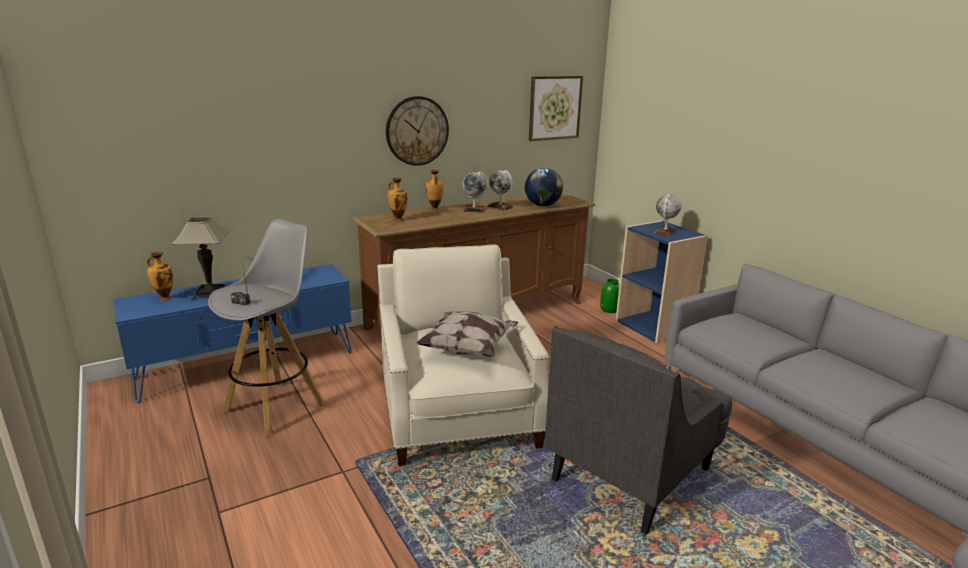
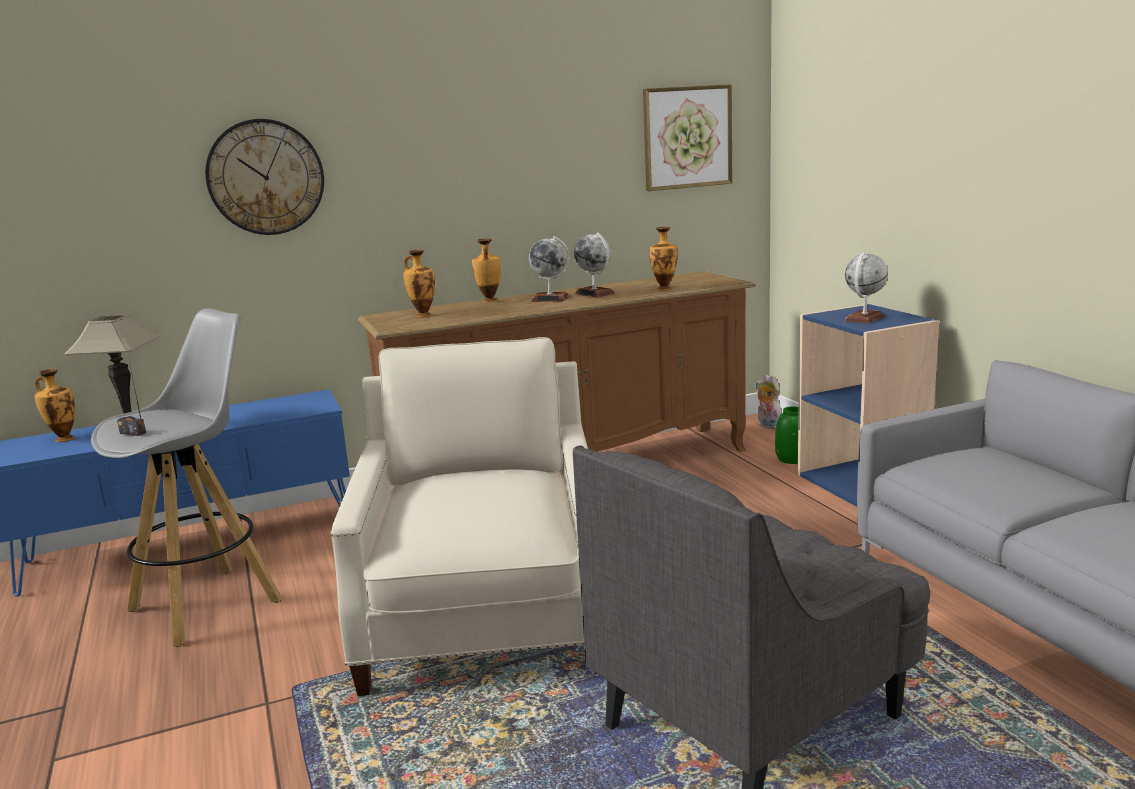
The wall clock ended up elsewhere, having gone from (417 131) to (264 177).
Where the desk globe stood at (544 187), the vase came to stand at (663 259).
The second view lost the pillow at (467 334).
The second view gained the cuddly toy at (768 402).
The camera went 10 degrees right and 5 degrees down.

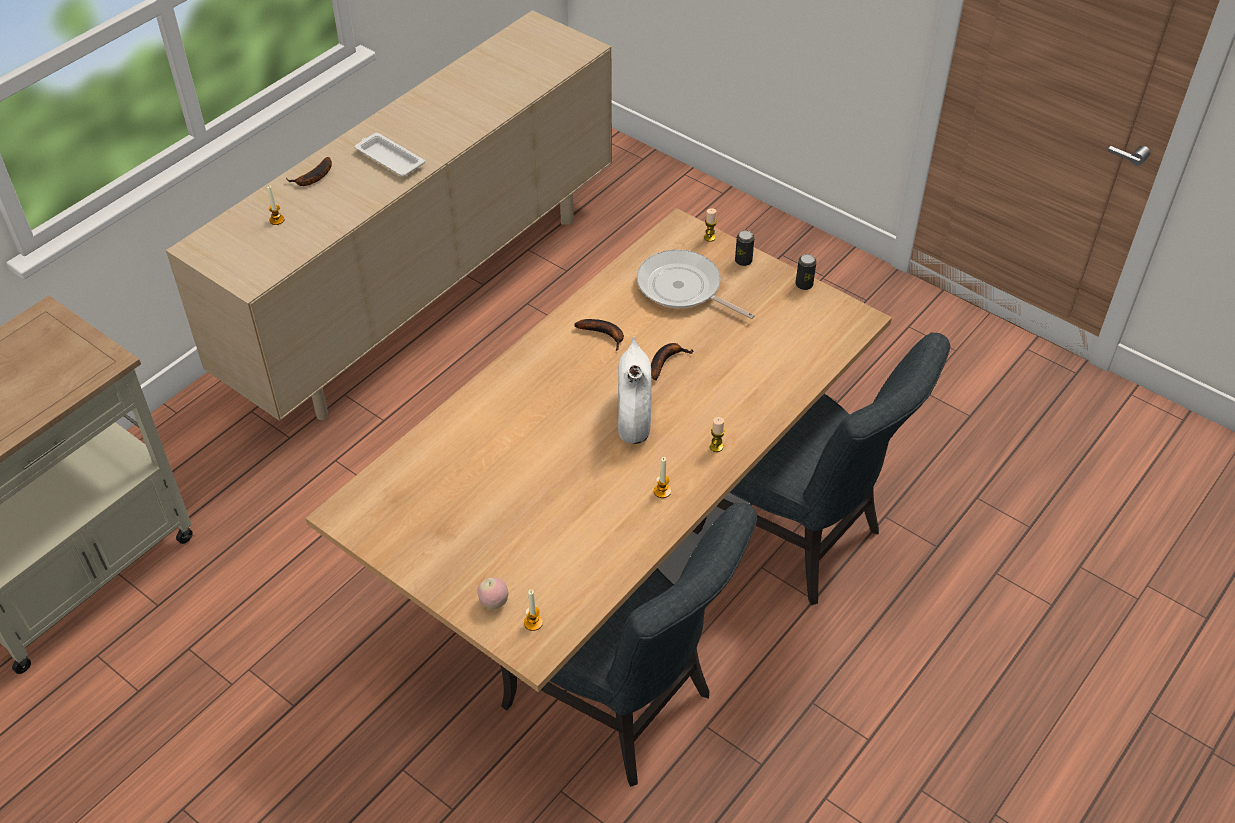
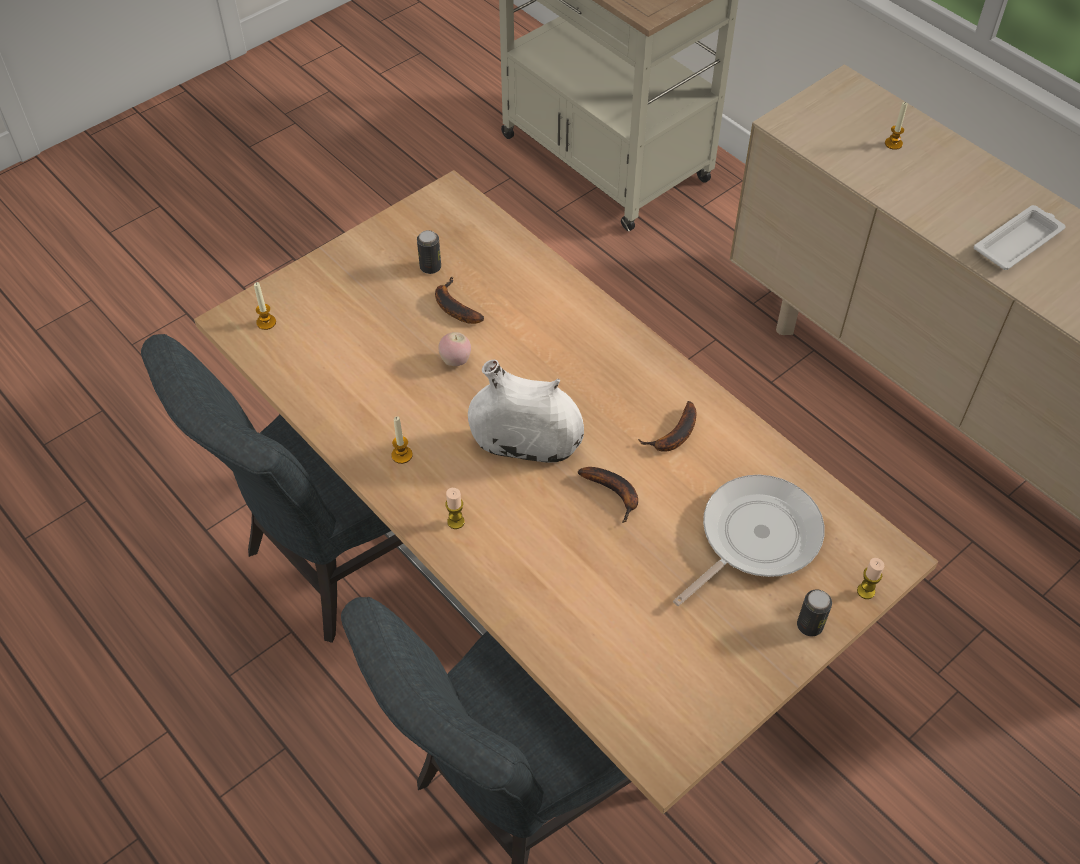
The banana ended up elsewhere, having gone from (309 171) to (459 300).
The can ended up elsewhere, having gone from (806 272) to (429 252).
The whole apple ended up elsewhere, having gone from (492 593) to (454 349).
The camera went 100 degrees right and 5 degrees up.

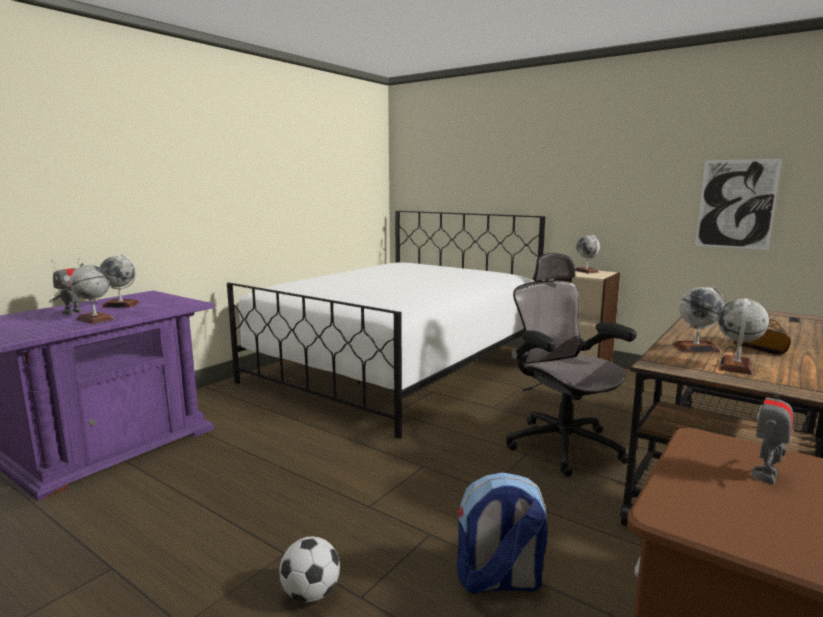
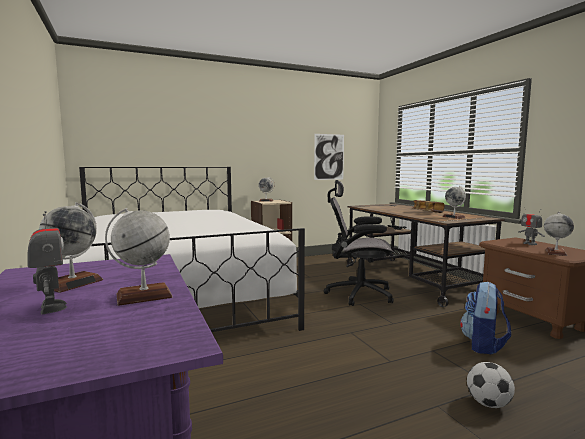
The desk globe ended up elsewhere, having gone from (698 319) to (559 234).
The camera went 60 degrees left and 5 degrees down.

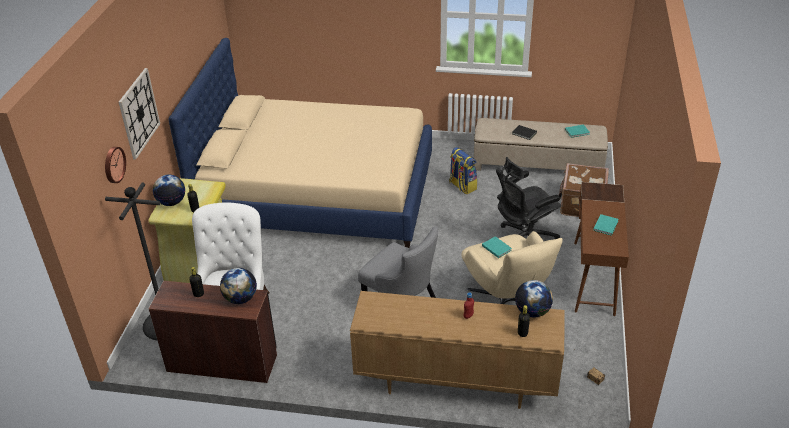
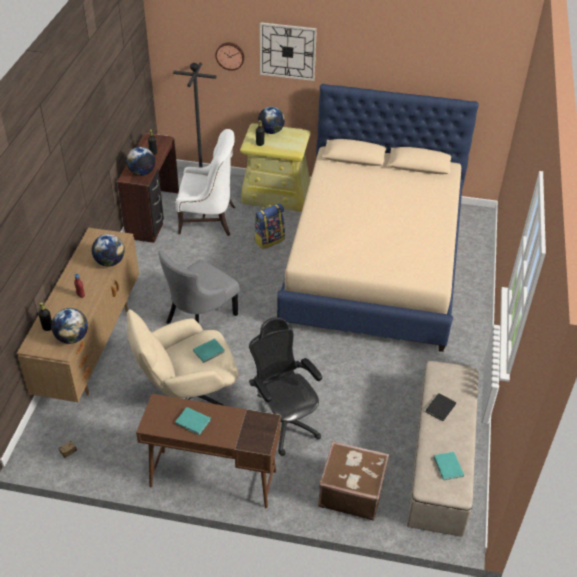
The knapsack ended up elsewhere, having gone from (463 171) to (269 226).
The second view gained the desk globe at (108 250).
The camera went 90 degrees right and 5 degrees up.

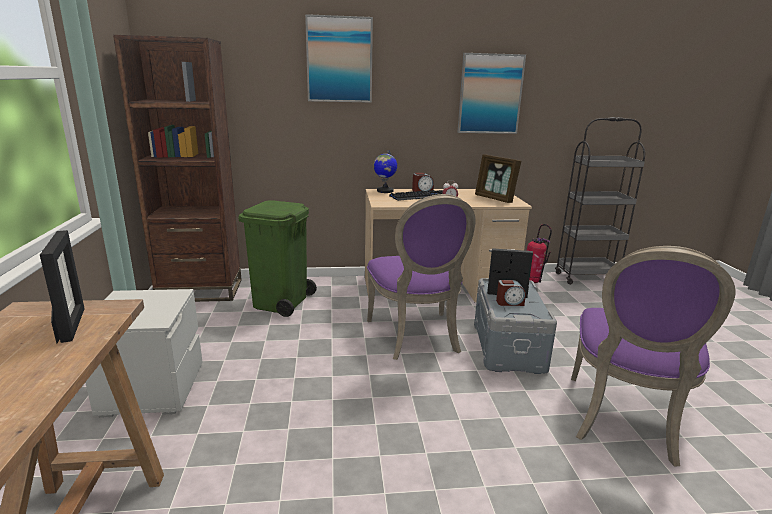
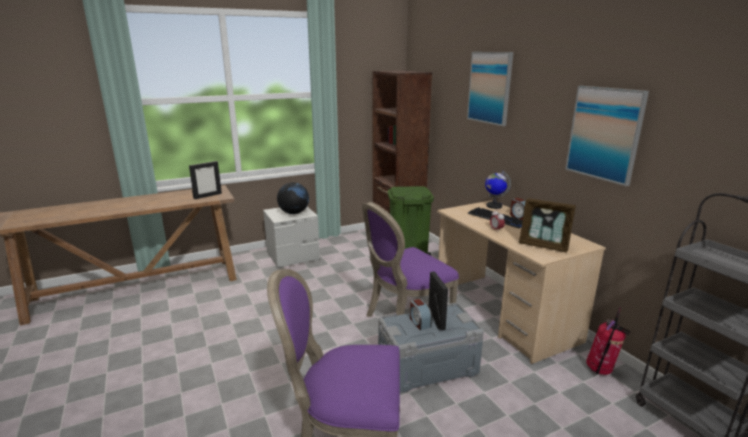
The photo frame at (498 178) ended up facing another way, 90 degrees counterclockwise from before.
The second view gained the desk globe at (293 198).
The camera went 70 degrees right and 0 degrees up.

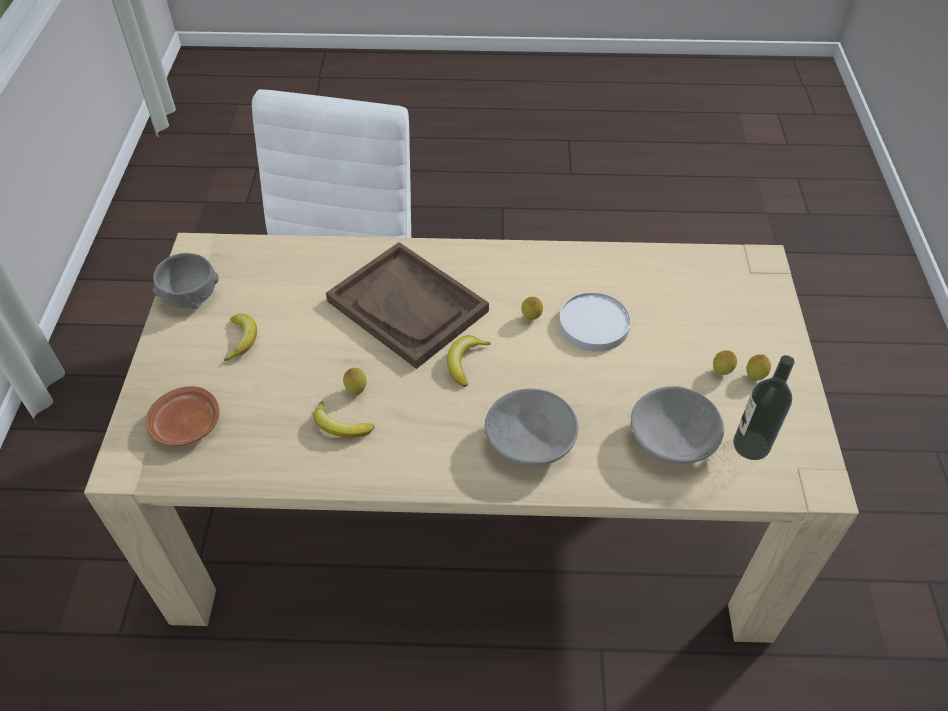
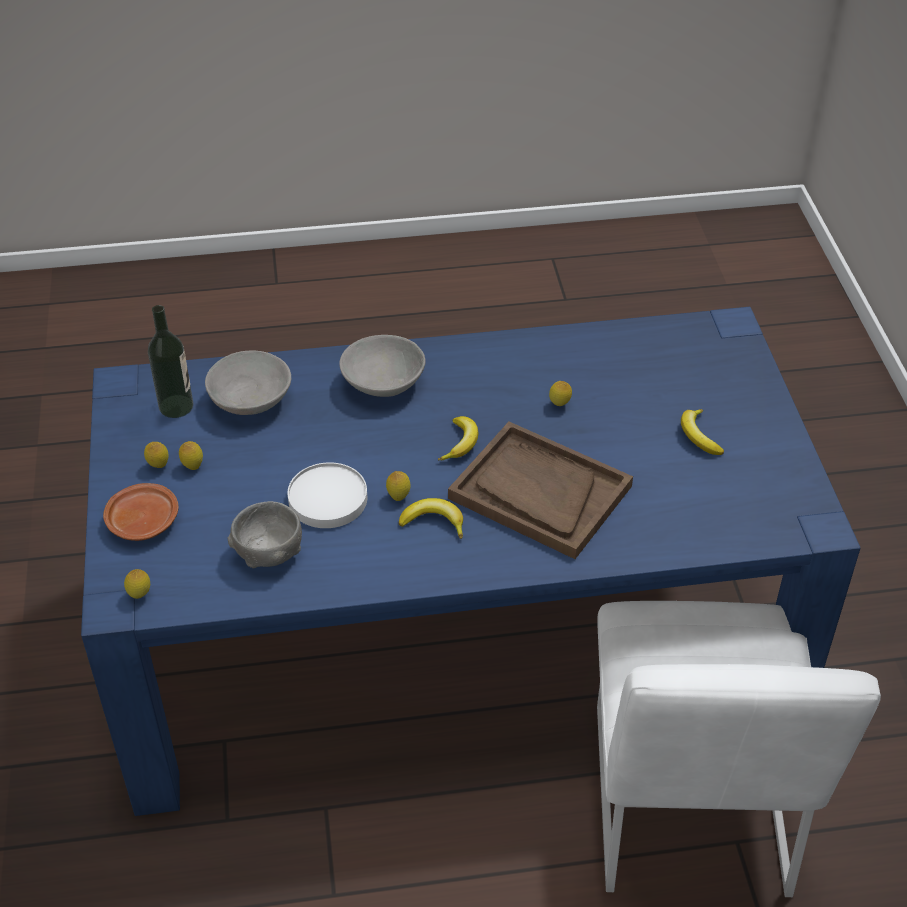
What was the beige-coloured dining table at (471 438) turned into the blue-coloured dining table at (470 561).
The greyish serving bowl ended up elsewhere, having gone from (186 281) to (265 534).
The brownish dinner plate ended up elsewhere, having gone from (182 416) to (141 512).
The banana ended up elsewhere, having gone from (344 419) to (431 518).
The second view gained the lemon at (137 584).
The camera went 170 degrees right and 5 degrees down.

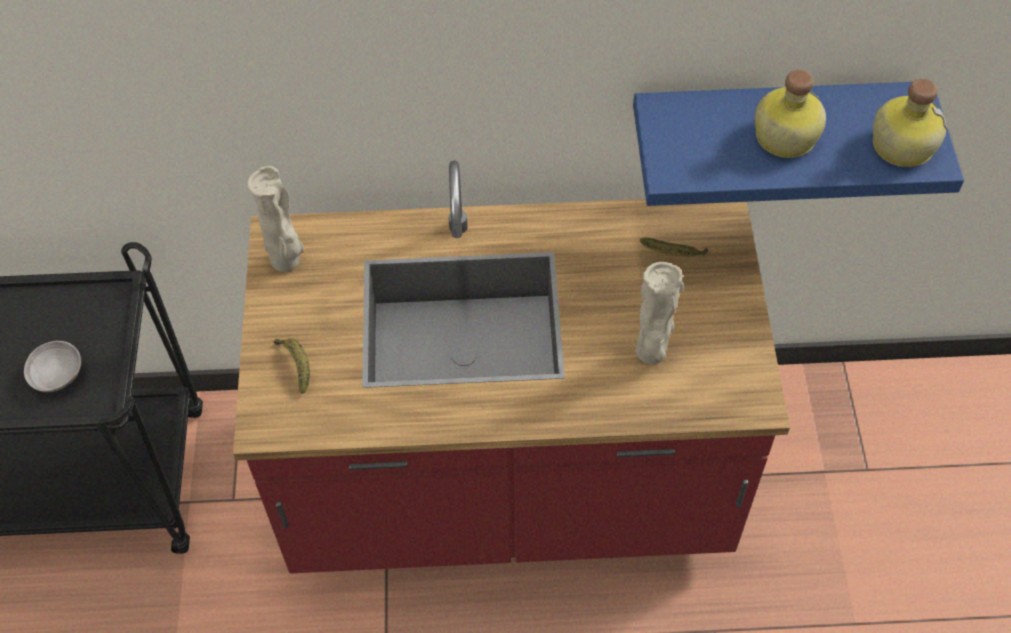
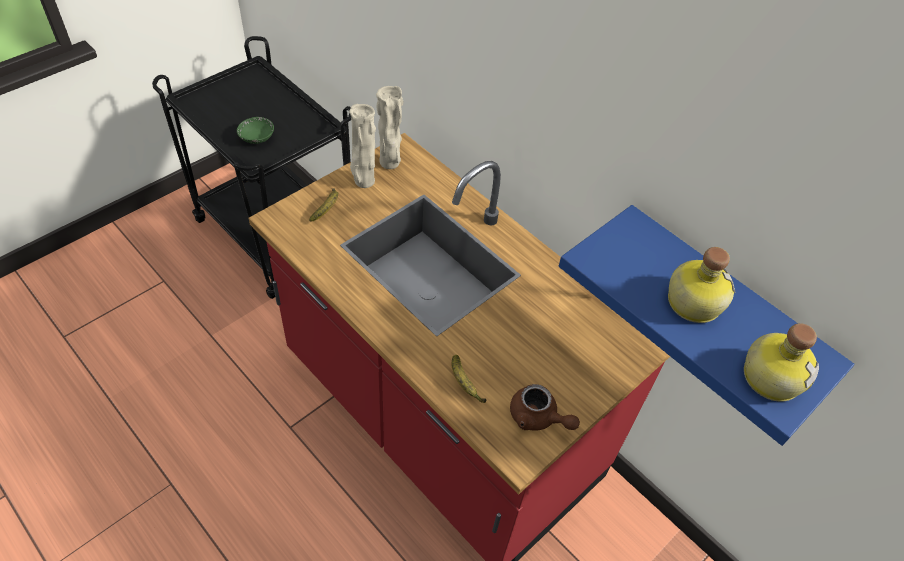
The banana ended up elsewhere, having gone from (674 247) to (469 379).
The beige-coloured vase ended up elsewhere, having gone from (660 313) to (362 146).
What was the greyish serving bowl at (52 366) turned into the green-coloured serving bowl at (255 130).
The second view gained the brownish tea pot at (545 407).
The camera went 45 degrees right and 5 degrees down.

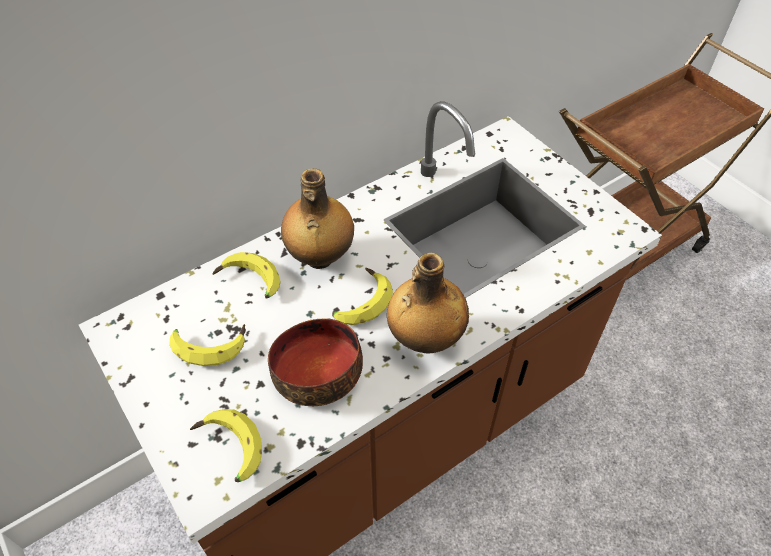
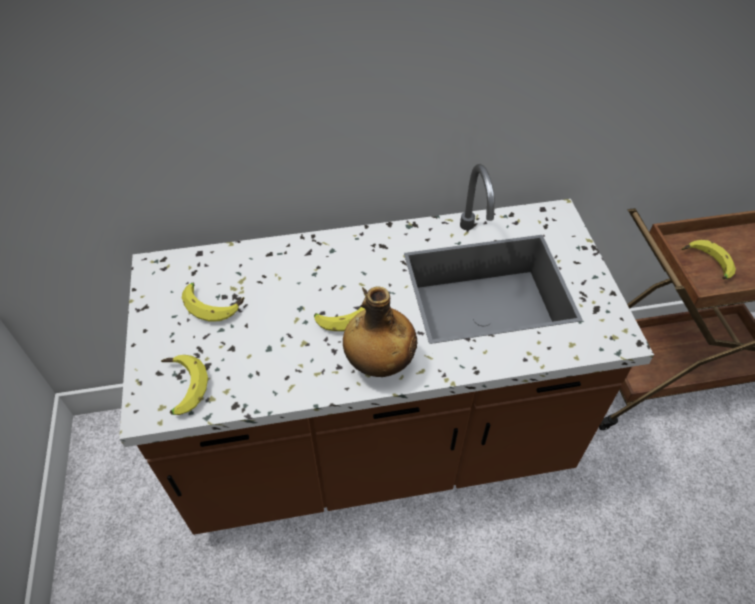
The second view lost the beverage bottle at (317 219).
The banana ended up elsewhere, having gone from (246 275) to (709 259).
The second view lost the serving bowl at (315 362).
The camera went 25 degrees right and 0 degrees up.

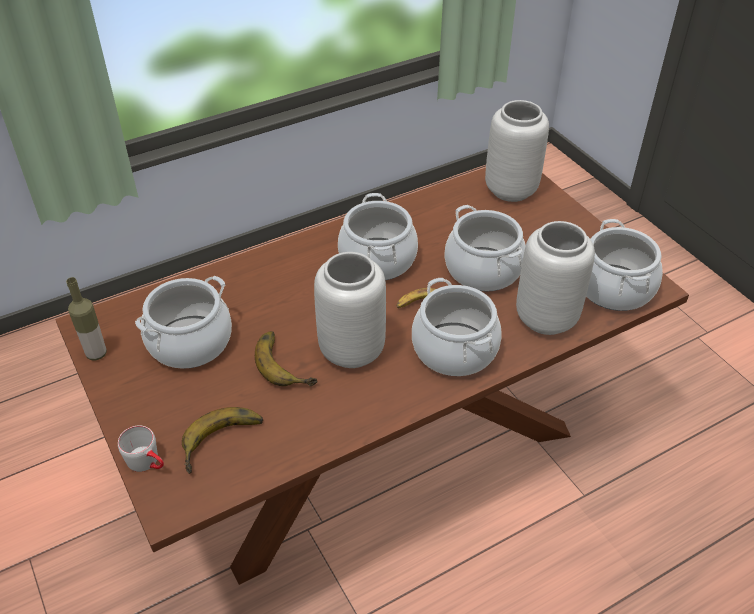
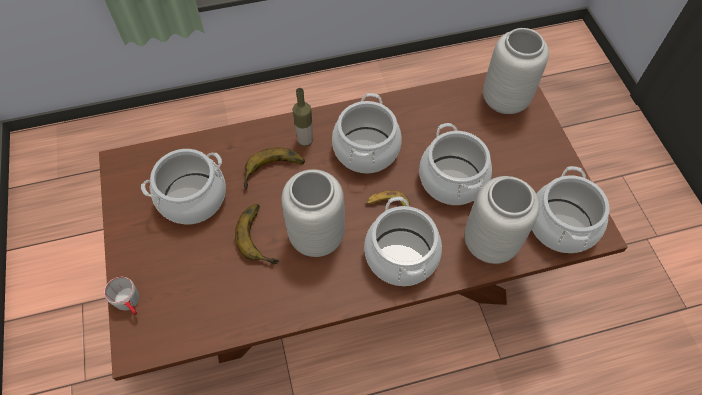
The beverage bottle ended up elsewhere, having gone from (86 319) to (302 117).
The banana ended up elsewhere, having gone from (222 440) to (274 168).
The camera went 15 degrees right and 15 degrees up.

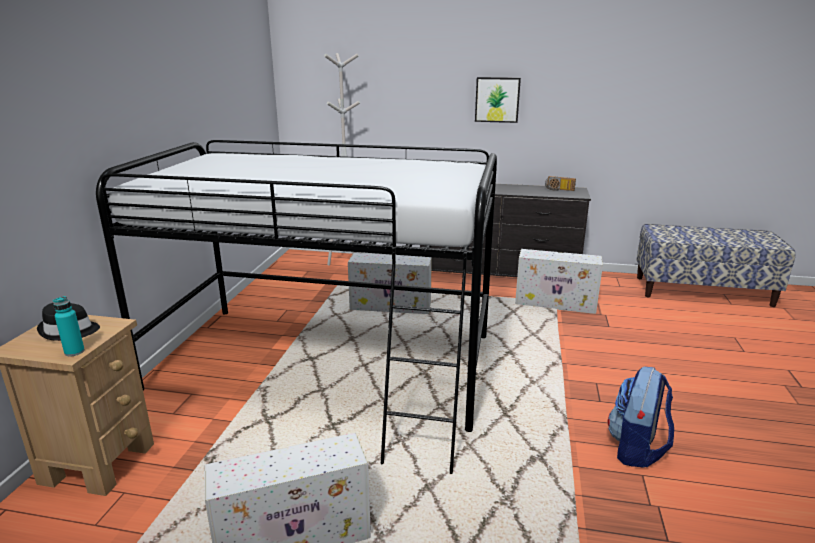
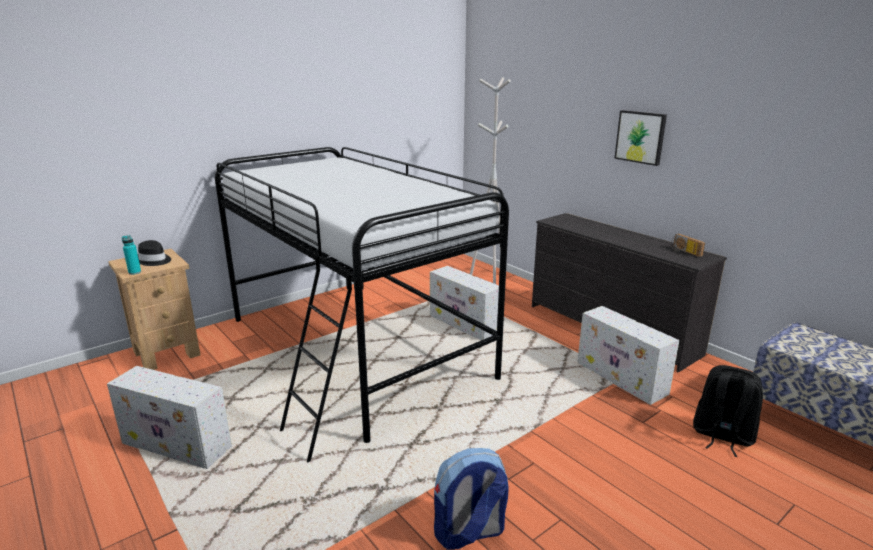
The second view gained the black knapsack at (728 411).
The camera went 40 degrees right and 0 degrees up.

